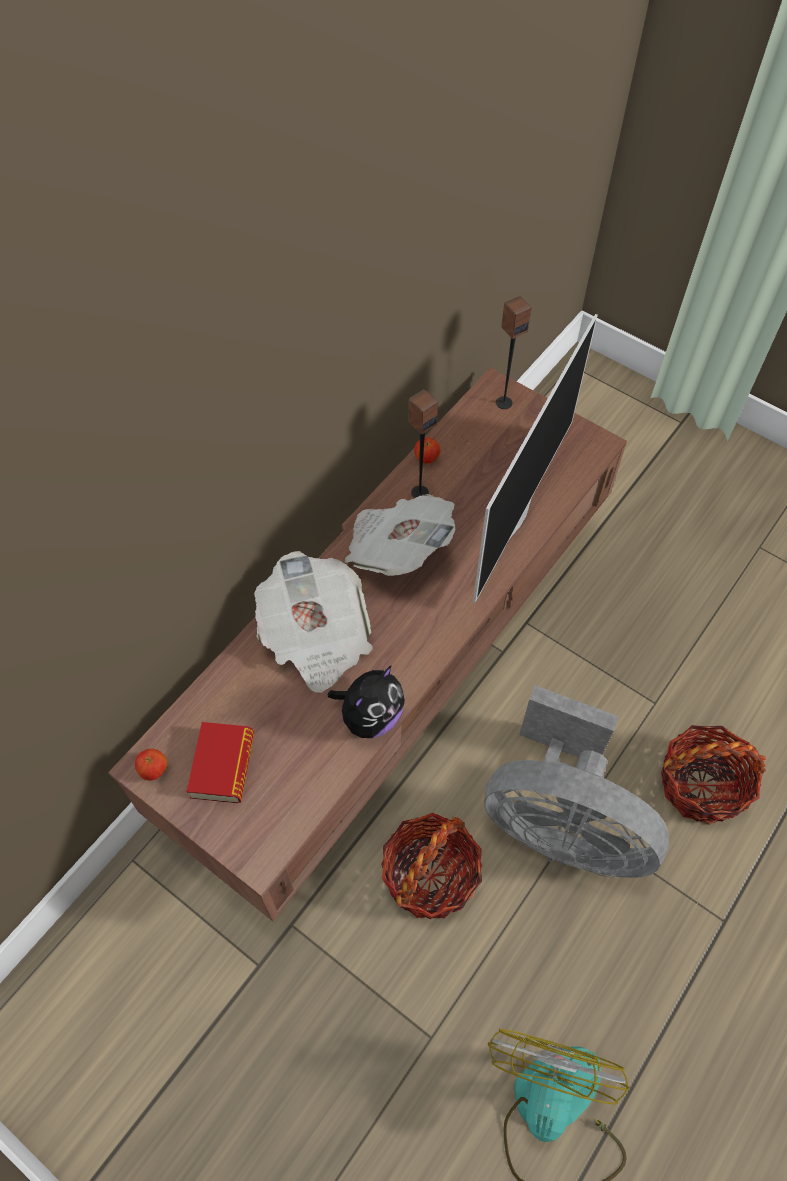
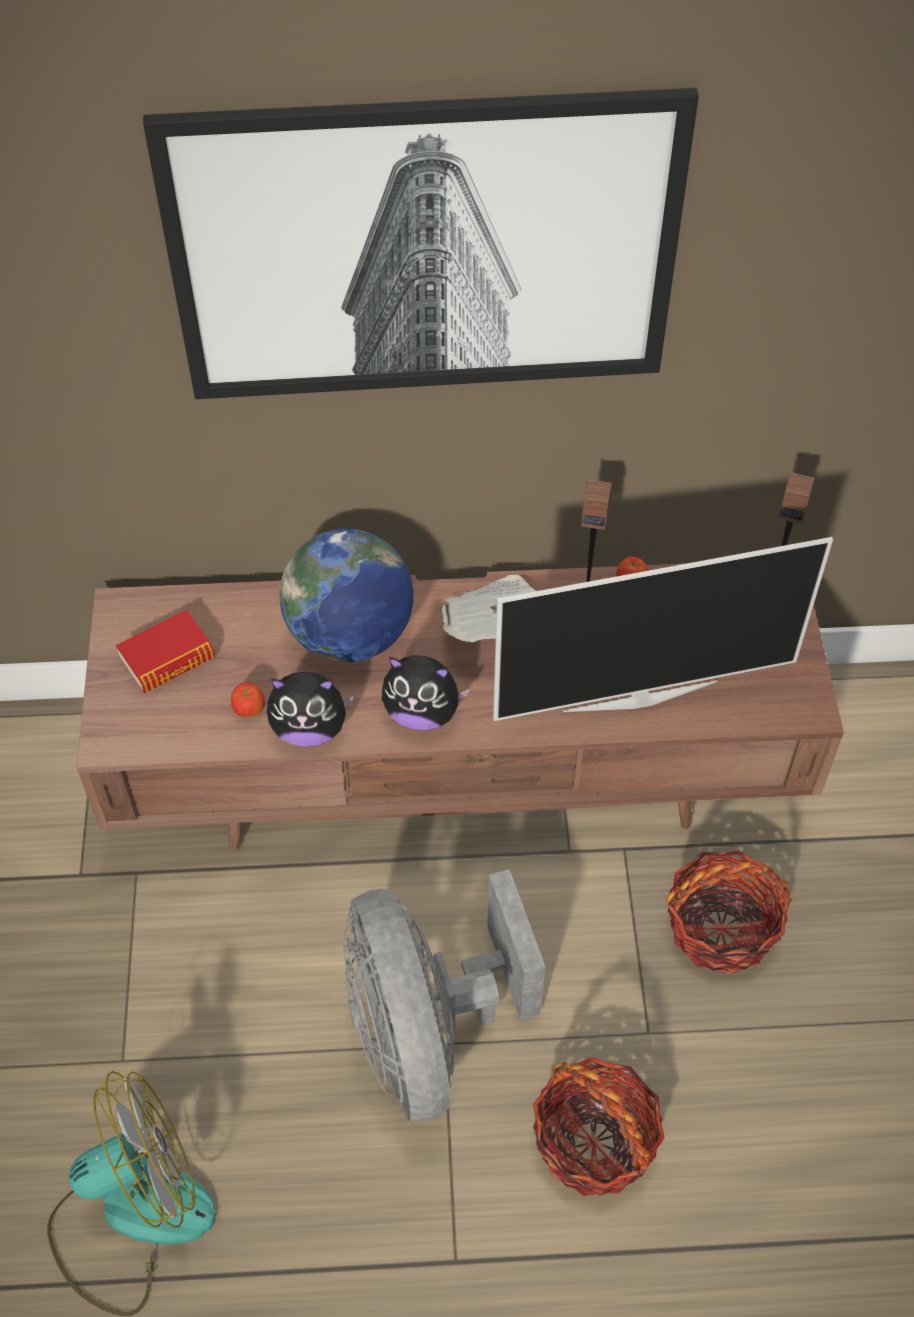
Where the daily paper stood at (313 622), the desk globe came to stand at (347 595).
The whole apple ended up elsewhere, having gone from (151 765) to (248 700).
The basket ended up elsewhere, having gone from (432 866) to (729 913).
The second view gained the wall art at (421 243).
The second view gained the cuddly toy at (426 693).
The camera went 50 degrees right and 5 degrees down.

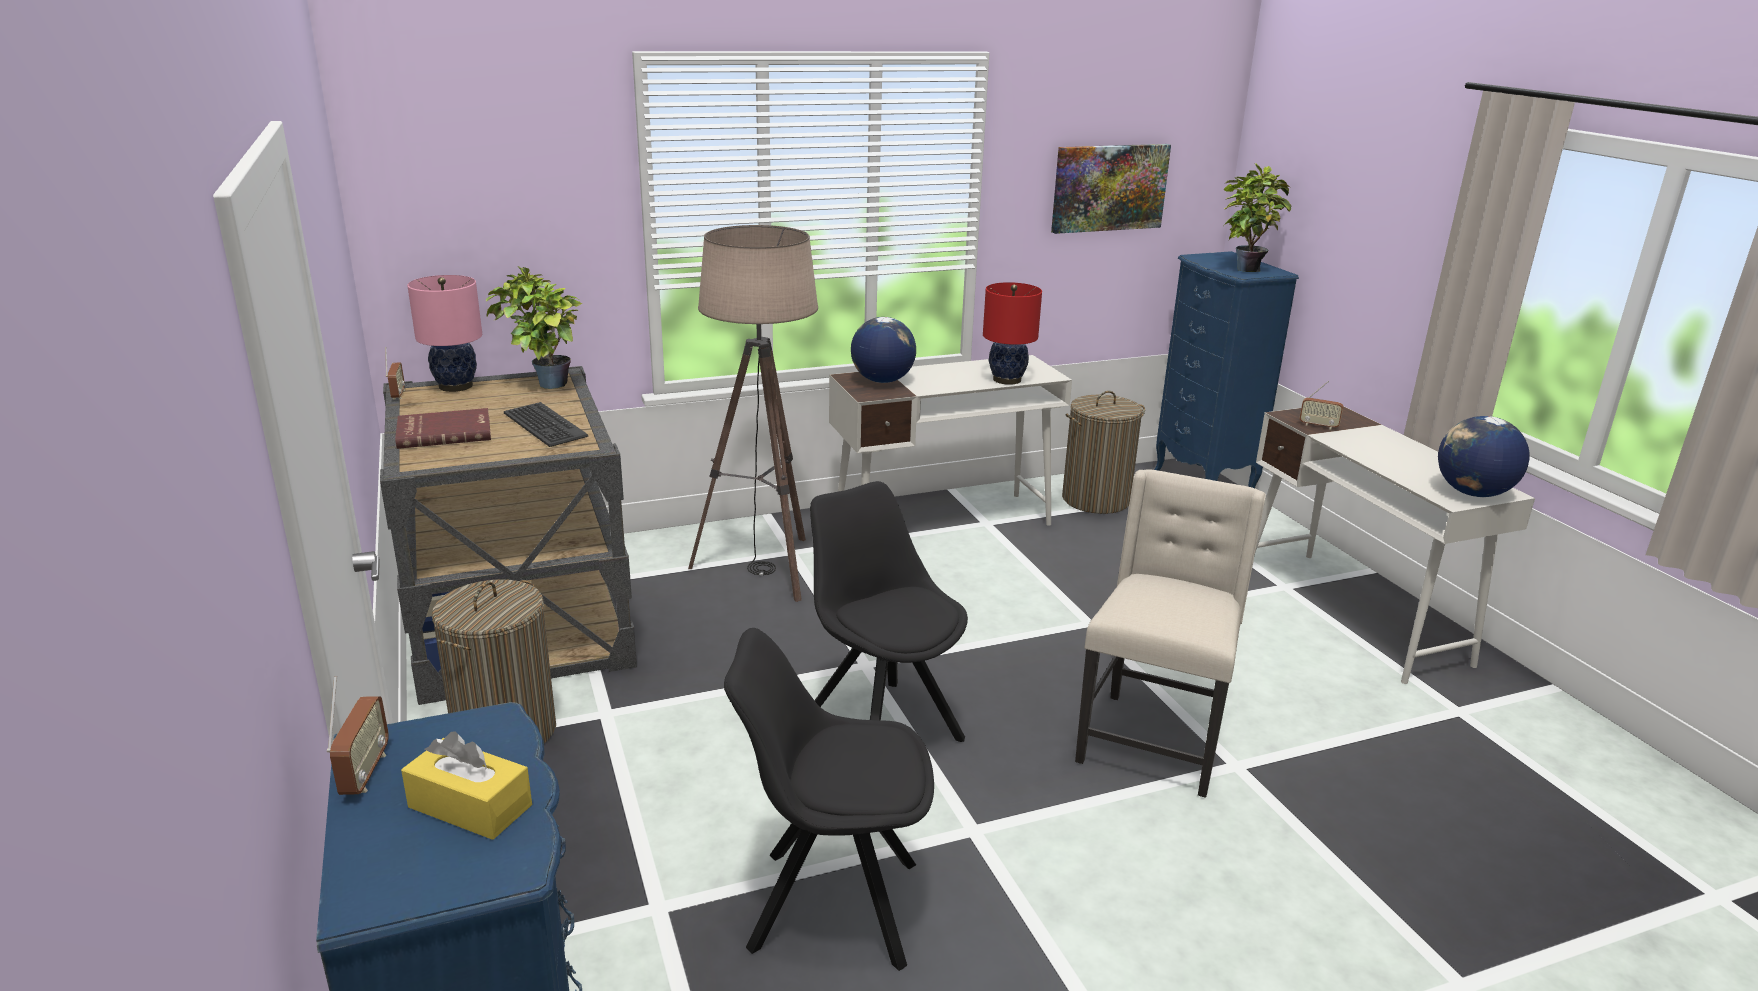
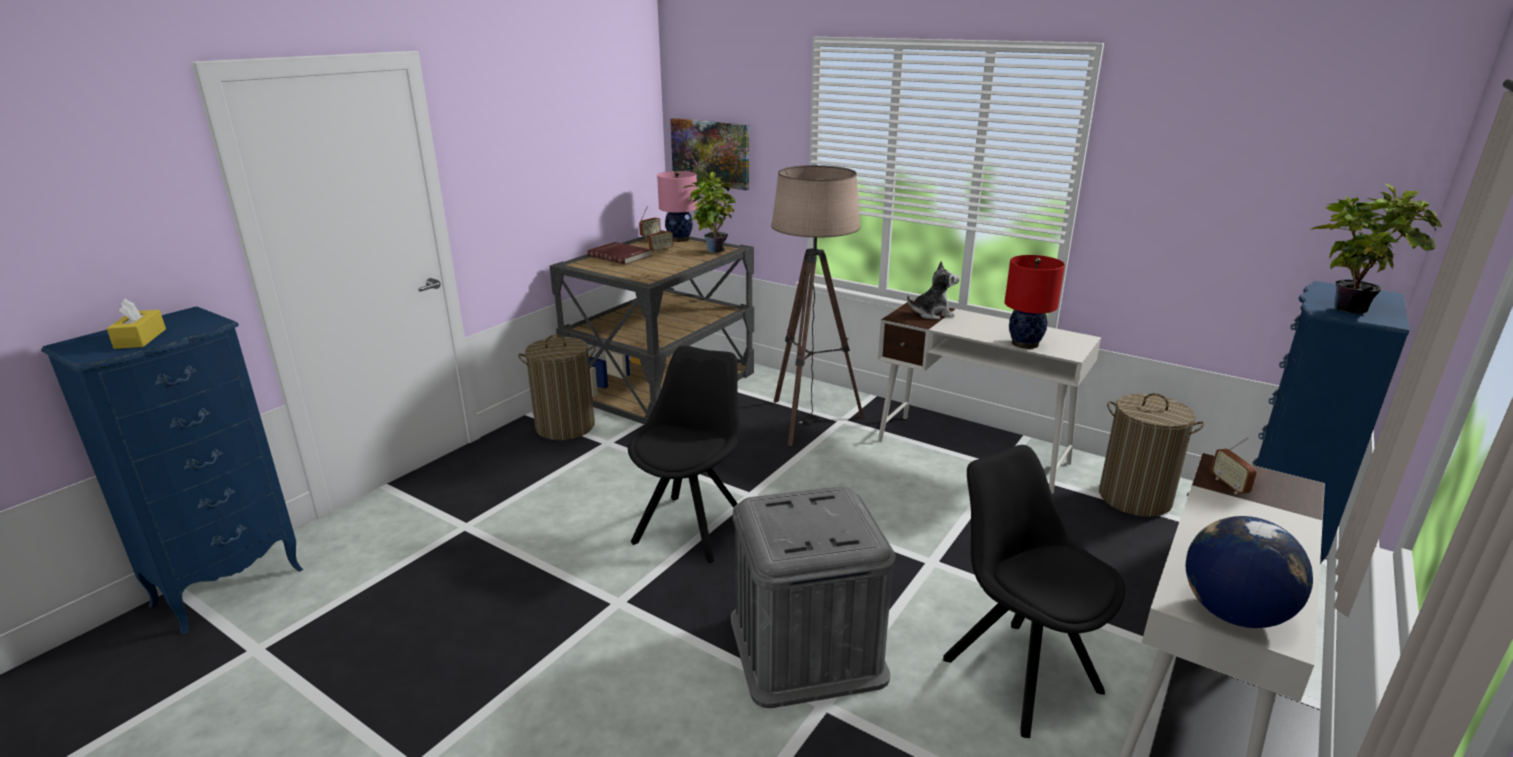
The wall art ended up elsewhere, having gone from (1111 189) to (709 154).
Where the desk globe stood at (883 350), the cuddly toy came to stand at (933 290).
The second view lost the keyboard at (546 424).
Where the beige-coloured plain chair stood at (1170 633), the greyish storage container came to stand at (813 597).
The black plain chair ended up elsewhere, having gone from (829 799) to (1034 591).
The radio receiver ended up elsewhere, having gone from (358 736) to (661 235).
The camera went 55 degrees right and 0 degrees up.

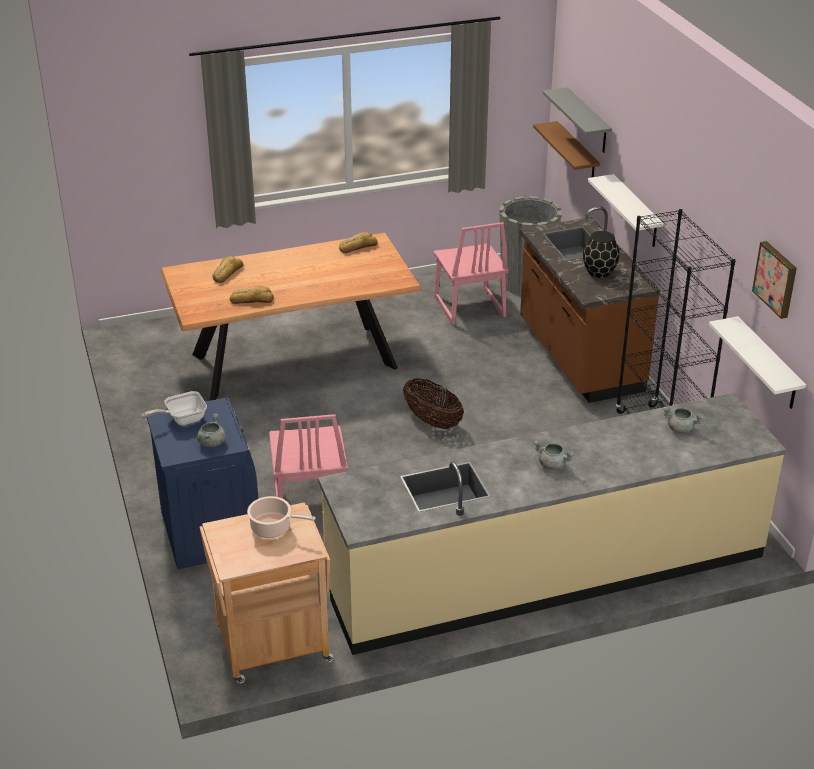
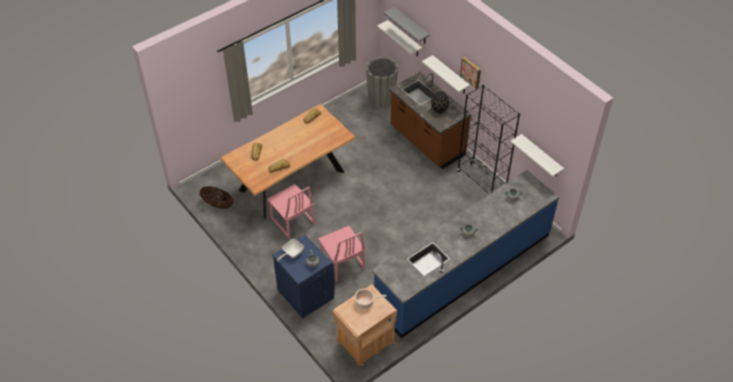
What was the brownish shelf at (566 153) turned into the white-coloured shelf at (399 38).
The pink-coloured plain chair ended up elsewhere, having gone from (471 273) to (291 211).
The wall art ended up elsewhere, having gone from (774 280) to (470 73).
The basket ended up elsewhere, having gone from (433 403) to (216 197).
What was the beige-coloured kitchen counter at (552 524) turned into the blue-coloured kitchen counter at (465 254).
The camera went 20 degrees left and 15 degrees up.

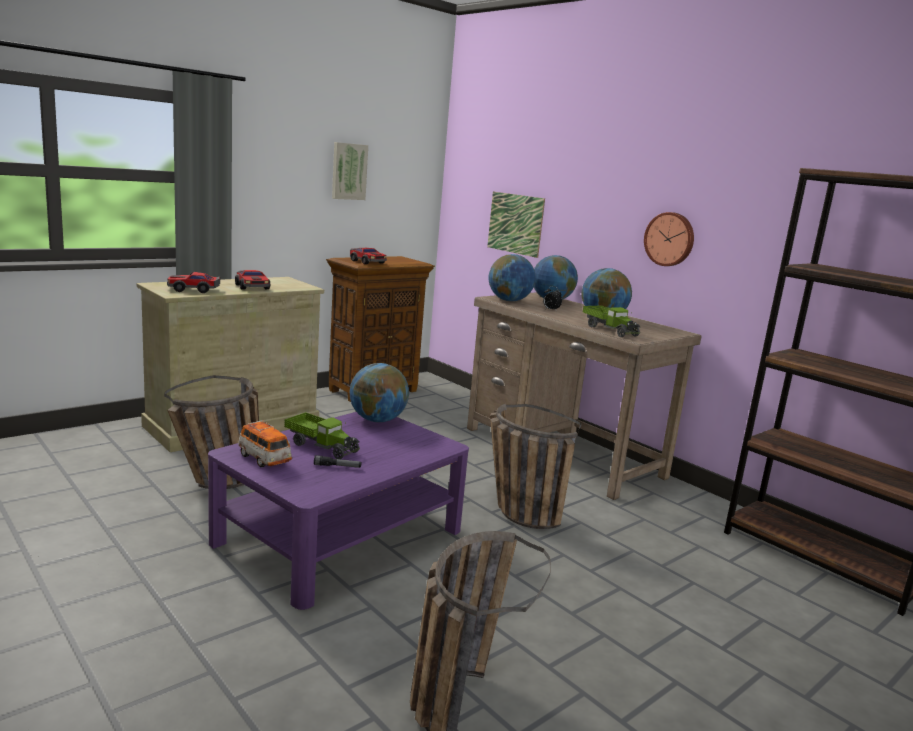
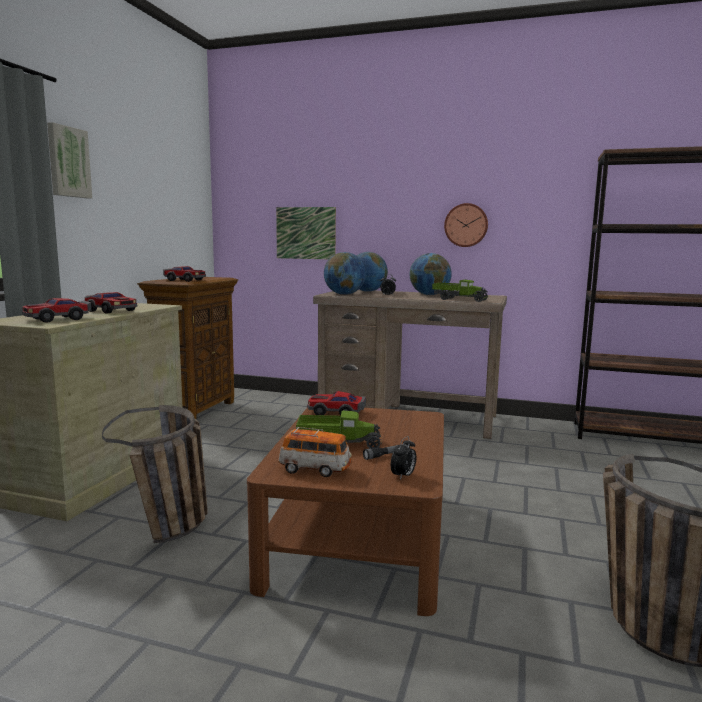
The wall art ended up elsewhere, having gone from (350 171) to (69 160).
Where the desk globe stood at (379 392), the toy car came to stand at (336 403).
The second view lost the basket at (536 466).
What was the purple-coloured lounge table at (338 511) turned into the brownish lounge table at (345 512).
The second view gained the bedside clock at (403 458).
The camera went 30 degrees left and 5 degrees down.

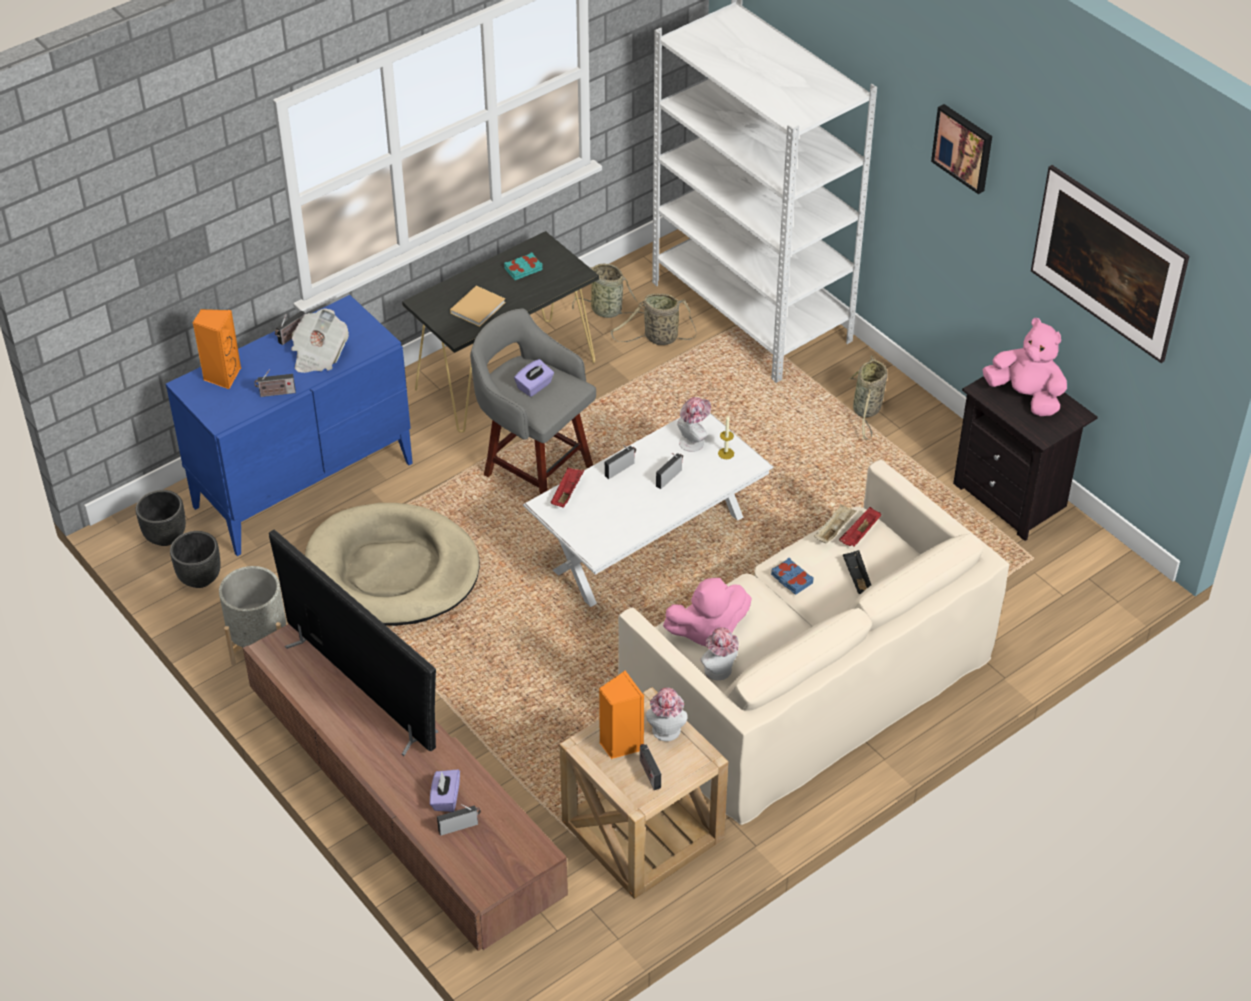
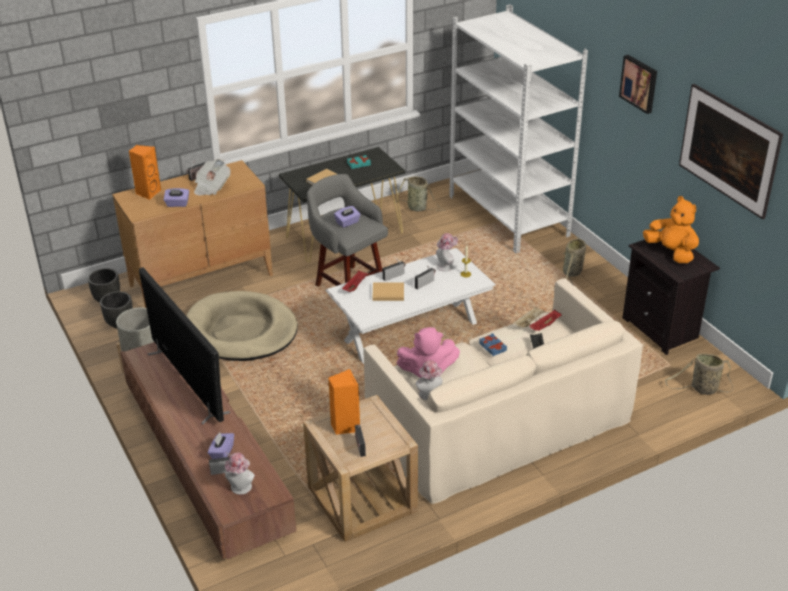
The basket ended up elsewhere, having gone from (653 319) to (699 374).
What was the blue-coloured cabinet at (289 425) turned into the brownish cabinet at (192 234).
What was the pink-coloured cuddly toy at (1024 367) turned into the orangey cuddly toy at (671 229).
Where the radio receiver stood at (275 383), the purple-coloured tissue holder came to stand at (176 197).
The clothing hat ended up elsewhere, having gone from (667 714) to (240 473).
The second view gained the beige-coloured bound book at (388 291).
The camera went 10 degrees right and 10 degrees down.

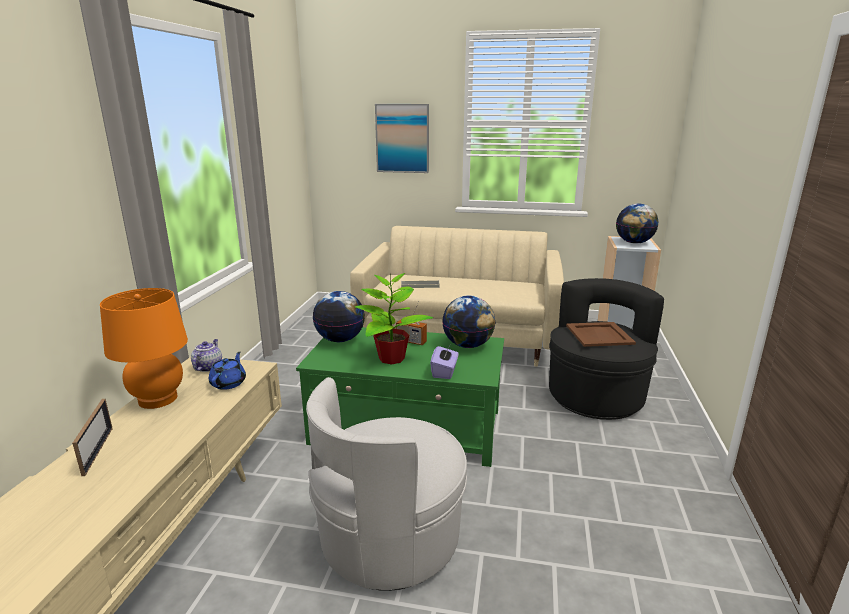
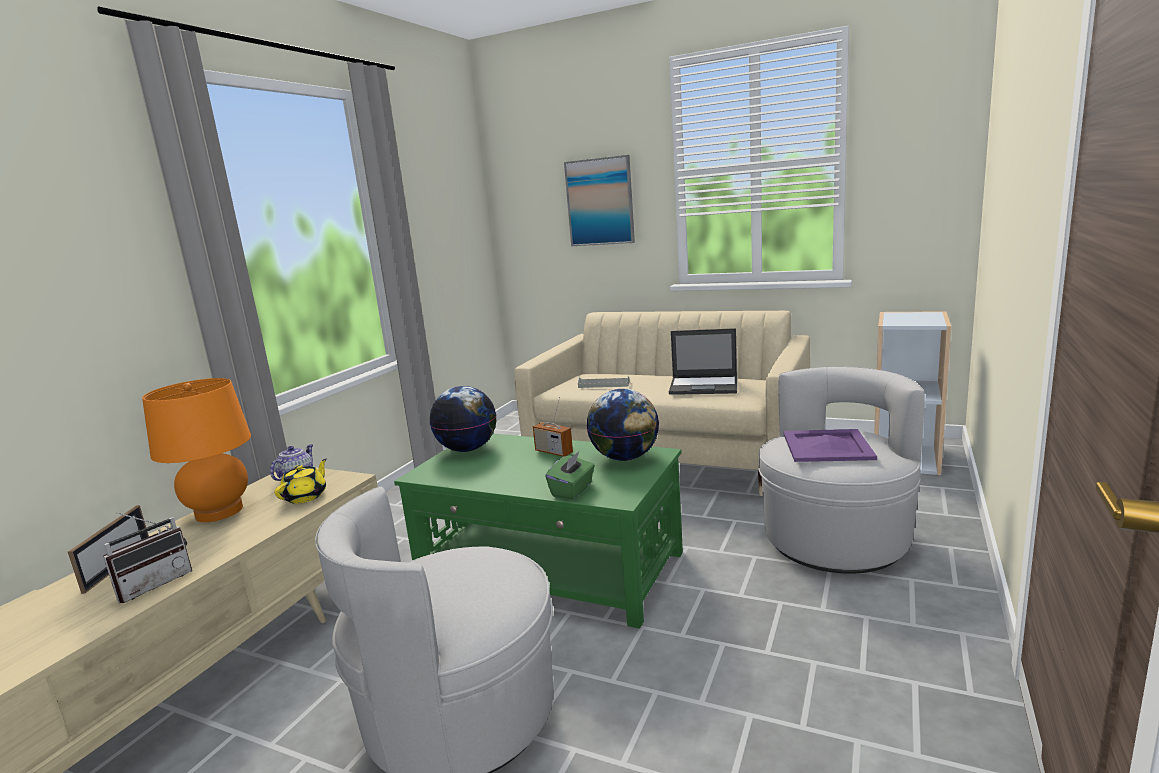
The second view lost the desk globe at (637 223).
The second view lost the potted plant at (394 318).
What was the black armchair at (606 349) turned into the white-coloured armchair at (841 470).
What was the brownish carrying tray at (601 334) turned into the purple-coloured carrying tray at (830 445).
What was the purple-coloured tissue holder at (444 361) turned into the green-coloured tissue holder at (570 475).
What was the blue-coloured tea pot at (227 371) turned into the yellow-coloured tea pot at (301 481).
The second view gained the notebook computer at (703 361).
The second view gained the radio receiver at (147 558).
The camera went 15 degrees right and 5 degrees down.

